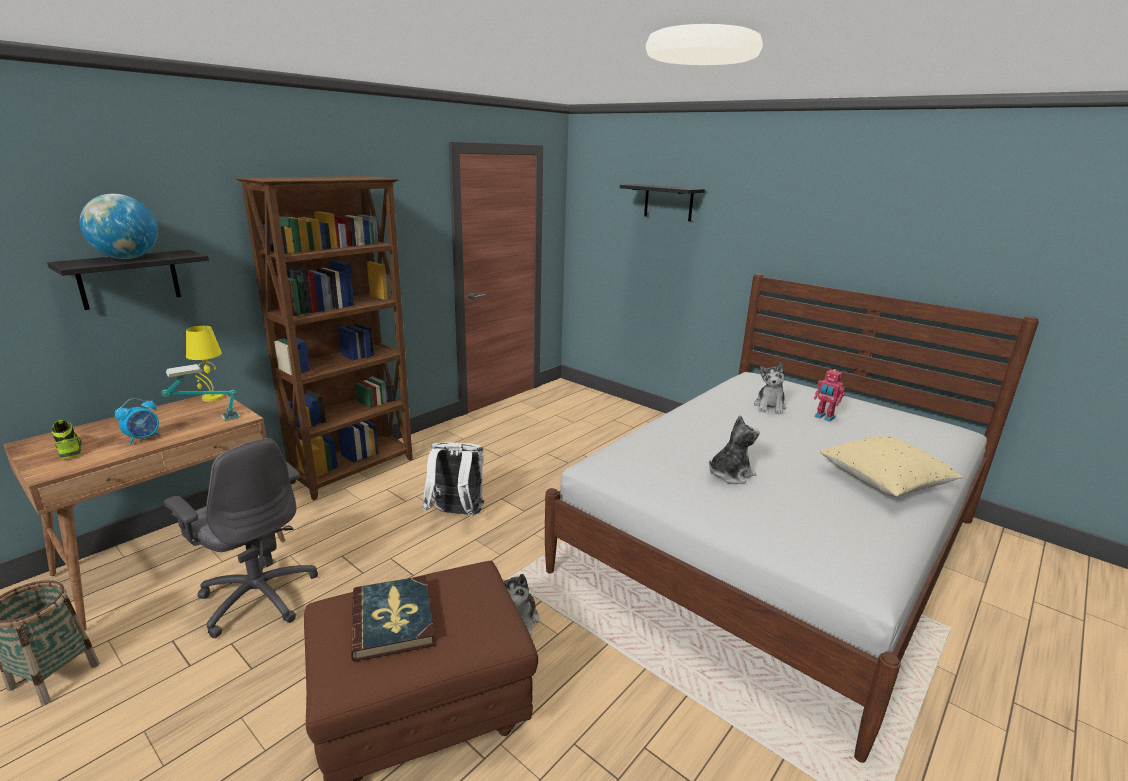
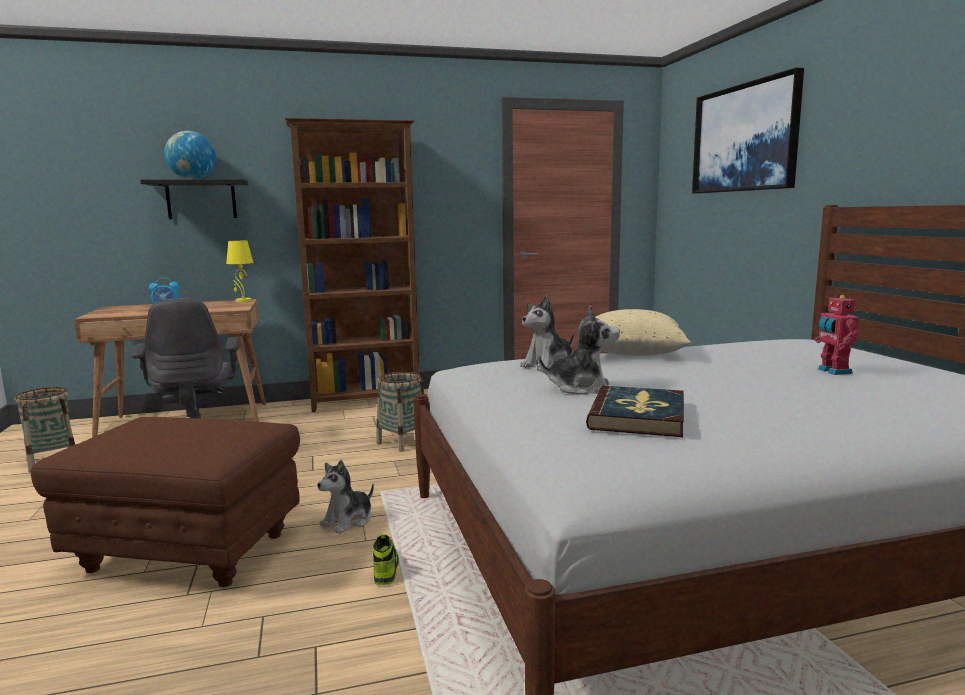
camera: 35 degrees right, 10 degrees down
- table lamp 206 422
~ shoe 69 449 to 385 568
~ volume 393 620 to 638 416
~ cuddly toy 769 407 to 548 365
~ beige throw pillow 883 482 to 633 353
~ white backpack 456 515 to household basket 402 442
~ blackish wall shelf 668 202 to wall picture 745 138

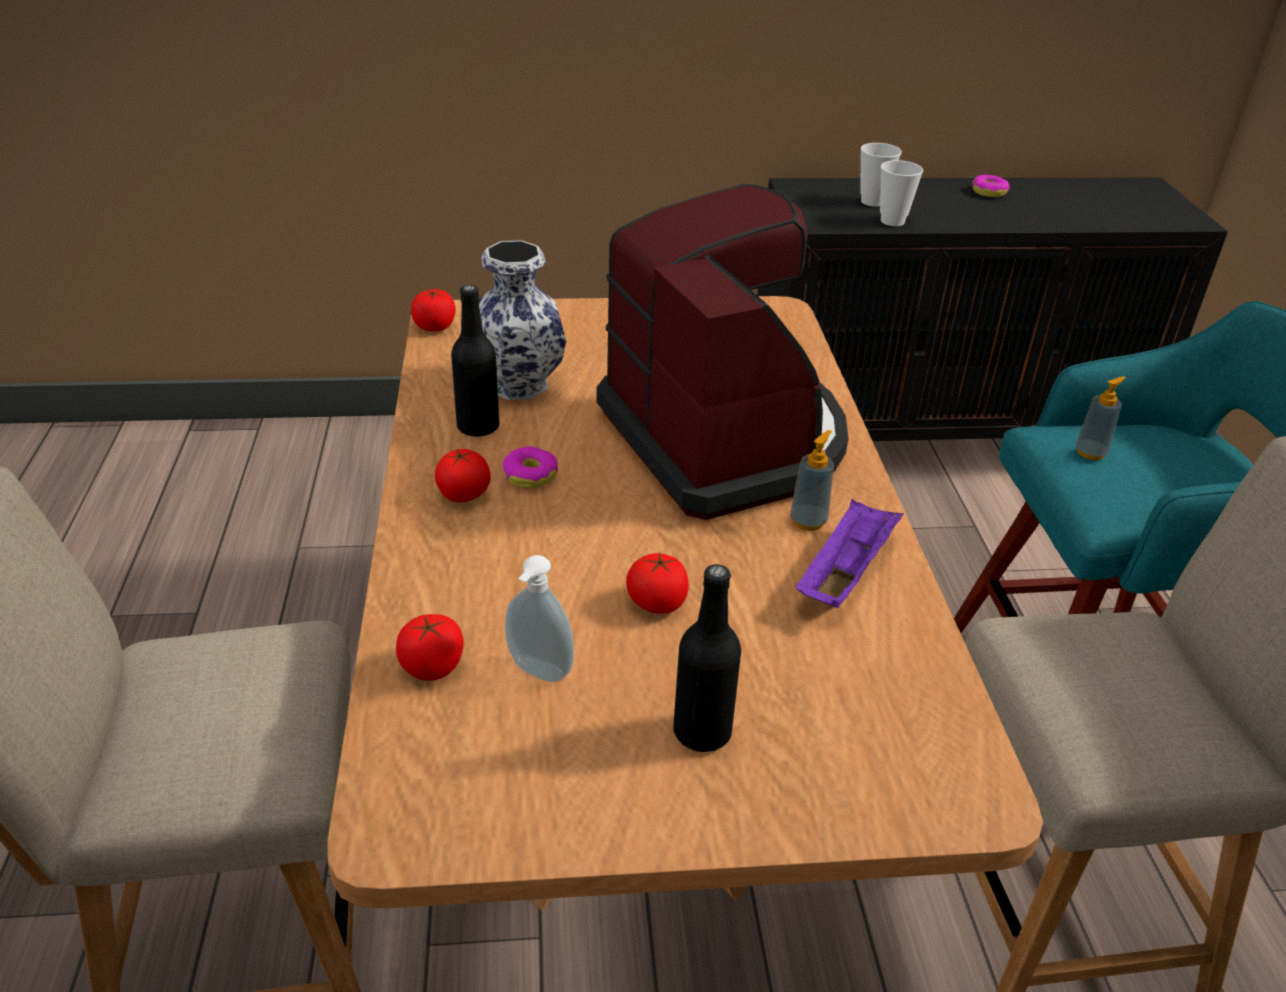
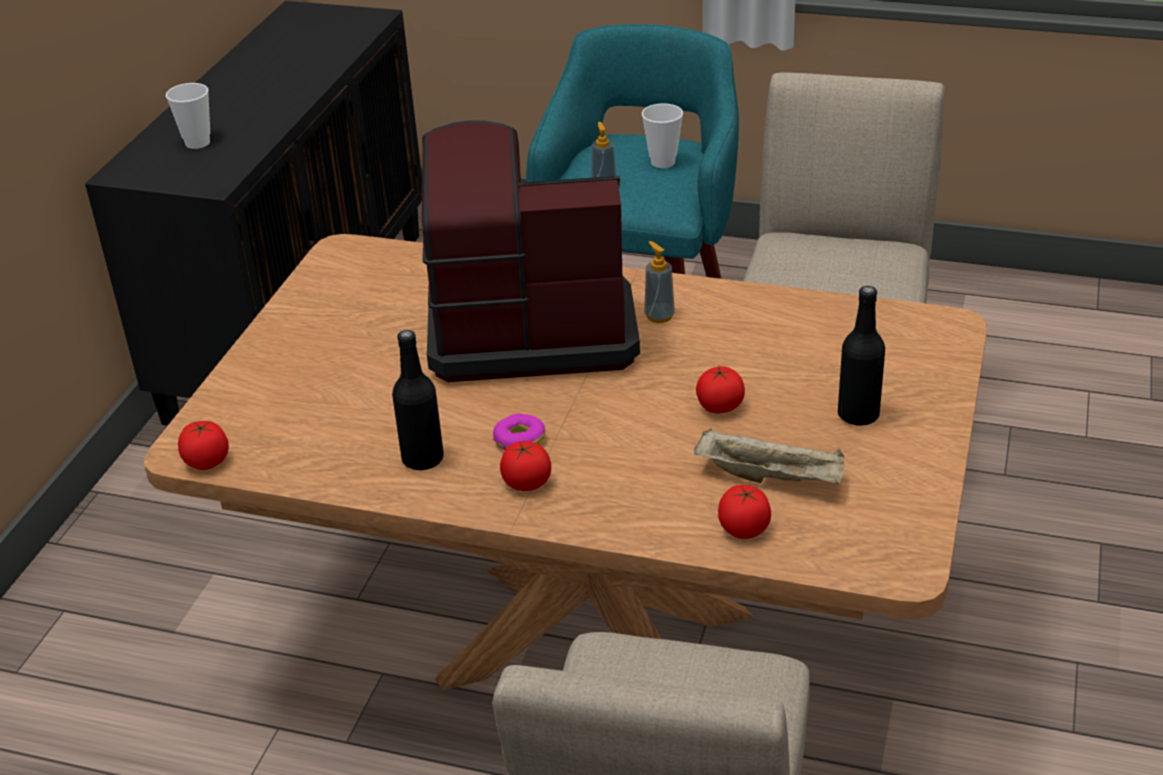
camera: 65 degrees left, 0 degrees up
- decorative vase 518 385
- purple serving tray 845 573
- doughnut 989 192
~ drinking cup 892 221 to 663 162
~ soap dispenser 537 673 to beige serving tray 772 477

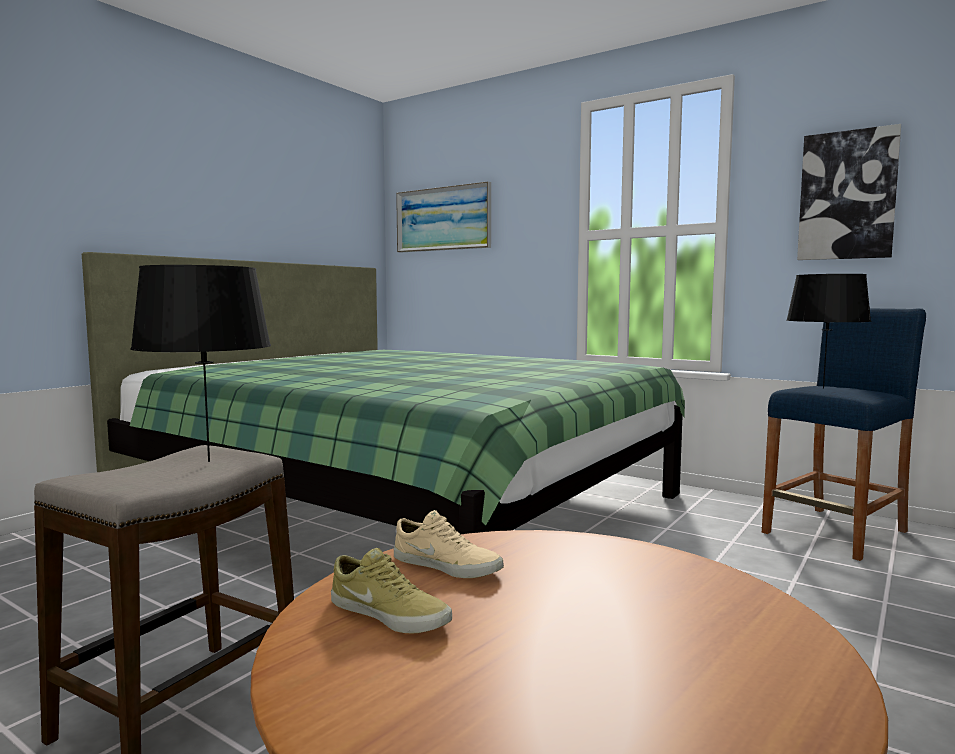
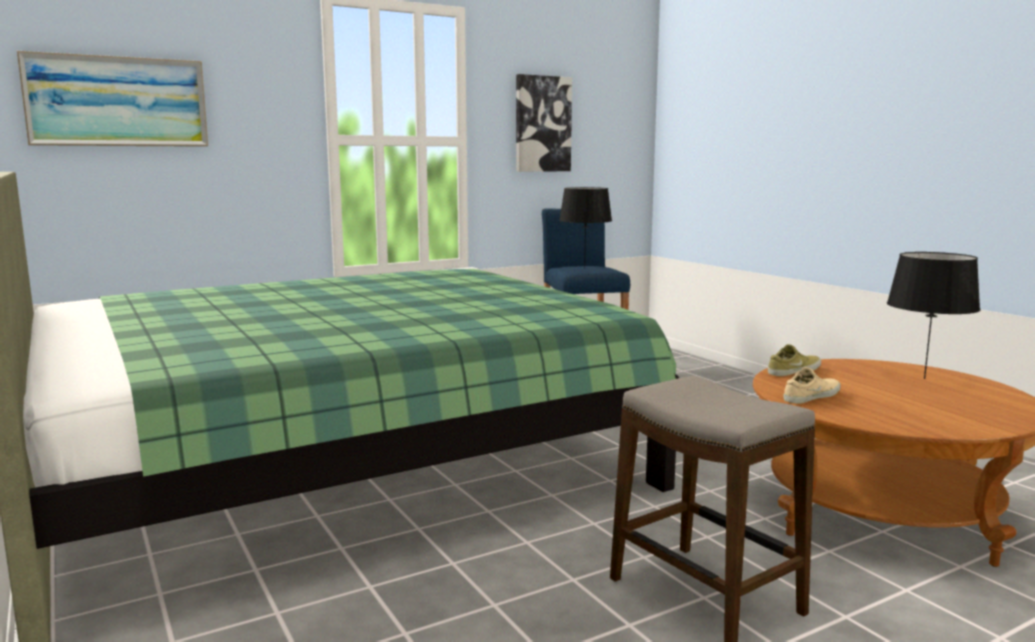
camera: 65 degrees left, 5 degrees up
~ blackish table lamp 209 461 to 924 378
~ beige shoe 391 613 to 793 370

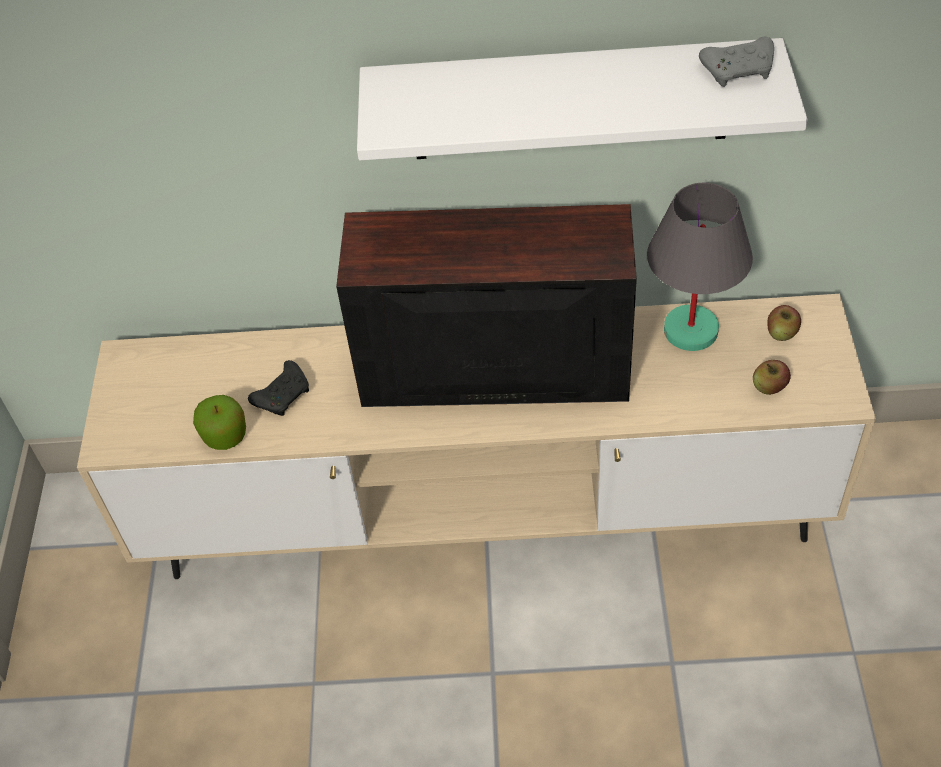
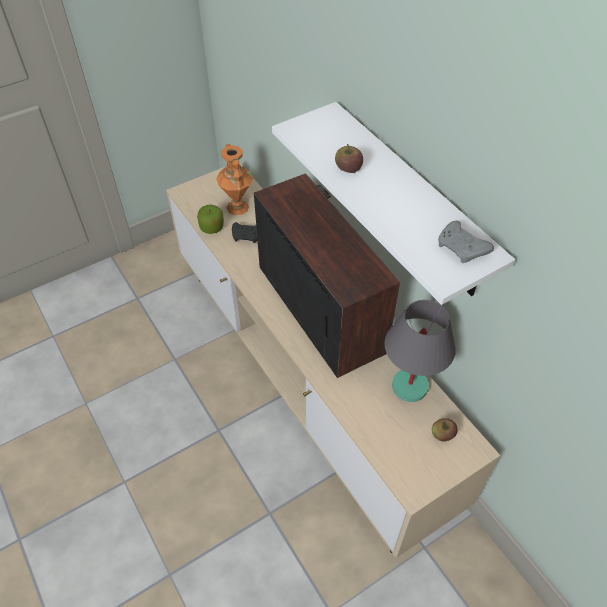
camera: 55 degrees right, 0 degrees up
+ orange-coloured decorative vase 237 207
~ apple 769 387 to 348 169

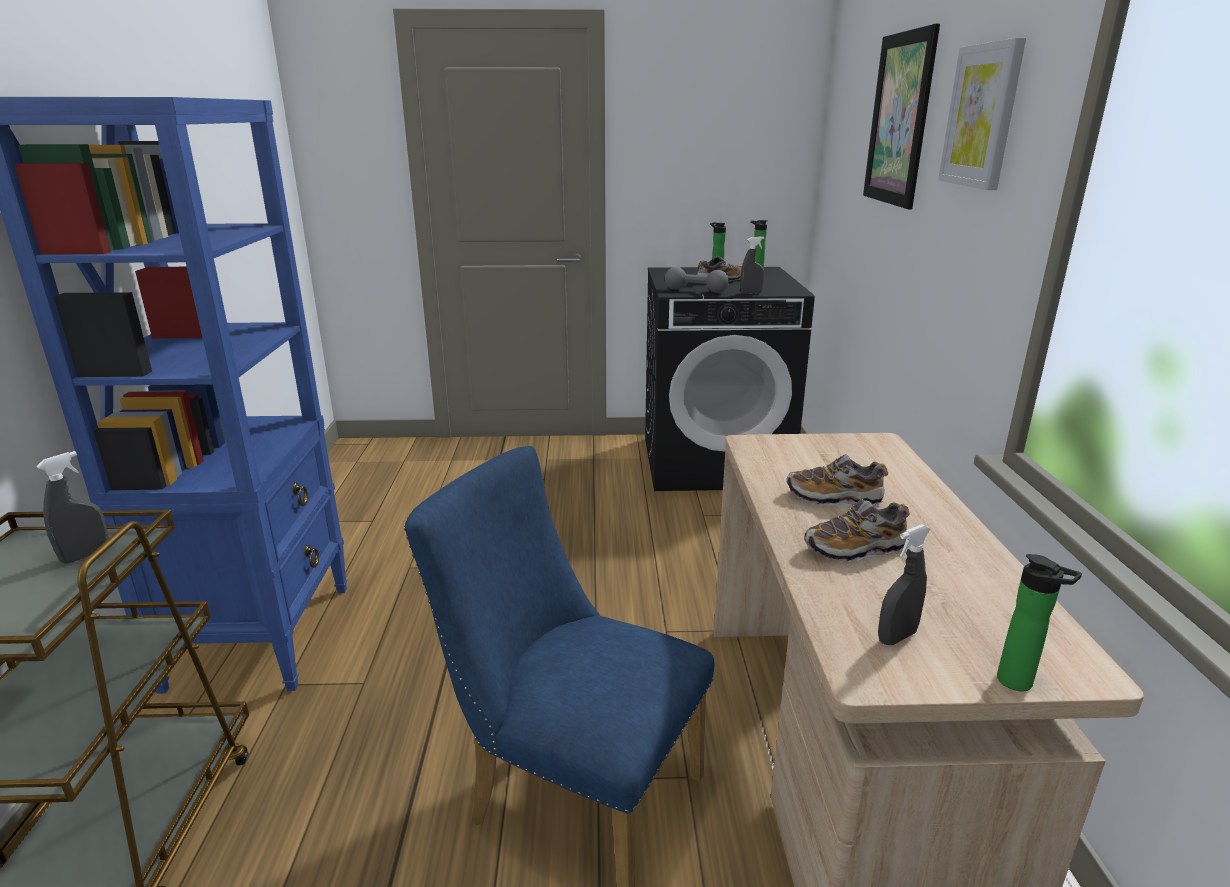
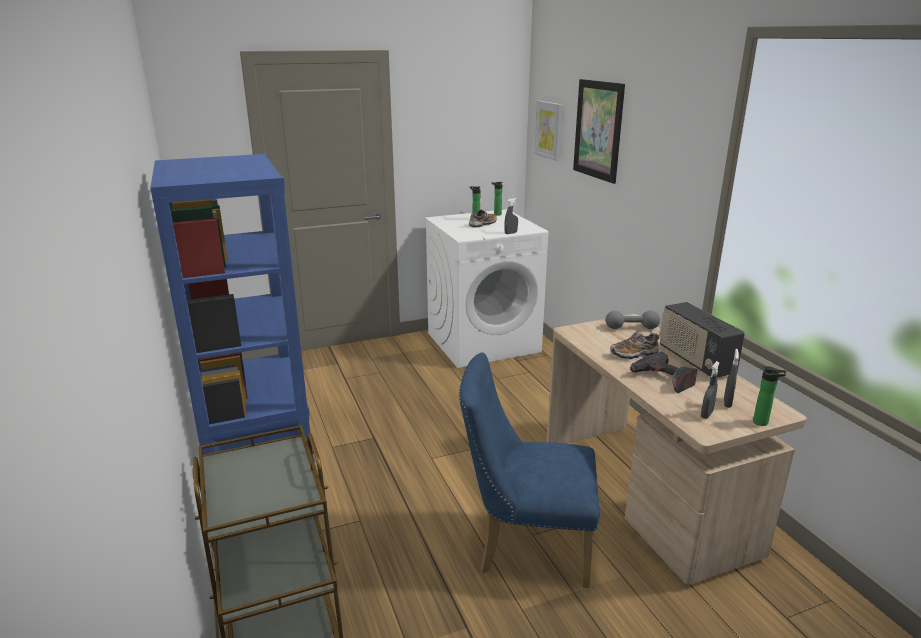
camera: 20 degrees left, 0 degrees up
+ radio receiver 694 360
~ gray sprayer 86 555 to 727 403
~ gray free weight 696 291 to 631 328
~ wall picture 982 116 to 549 130
~ shoe 855 549 to drill 662 379
~ blackish laundry machine 715 462 to white laundry machine 483 342

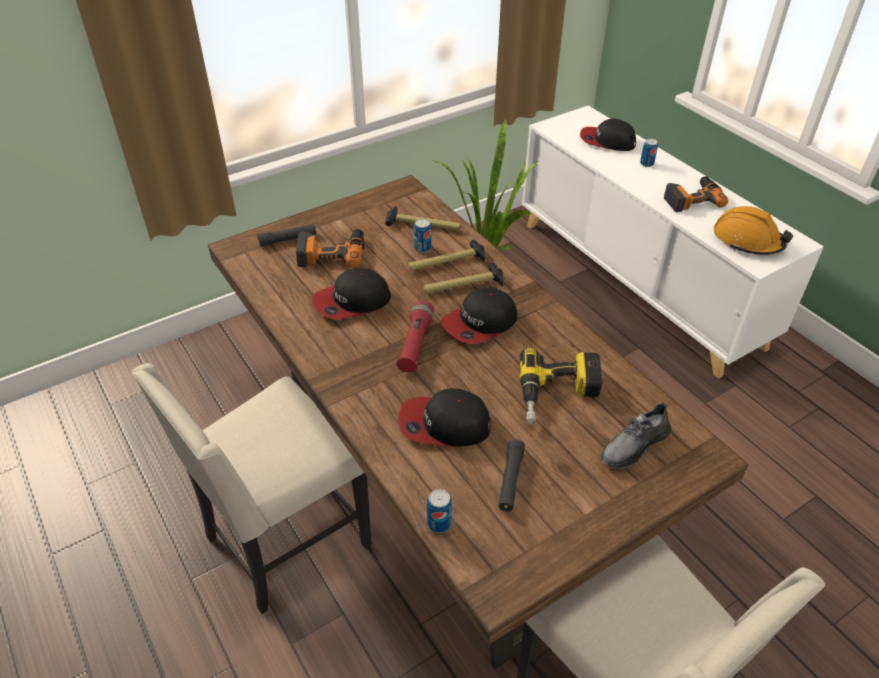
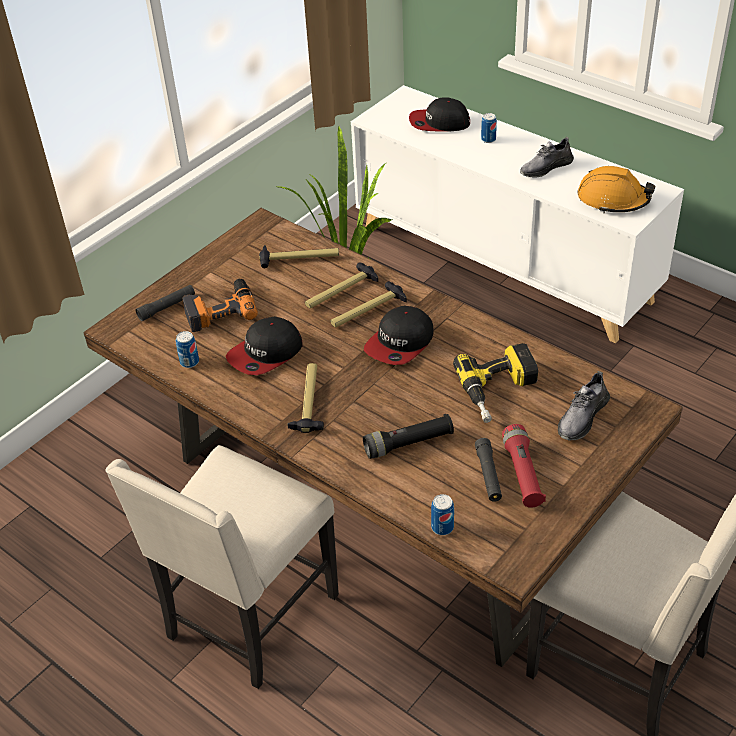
camera: 15 degrees left, 0 degrees up
+ hand hammer 309 401
~ reddish flashlight 415 344 to 522 473
~ sealed can 422 248 to 189 362
~ cap 444 424 to blackish flashlight 408 444
~ drill 691 198 to gray shoe 545 167

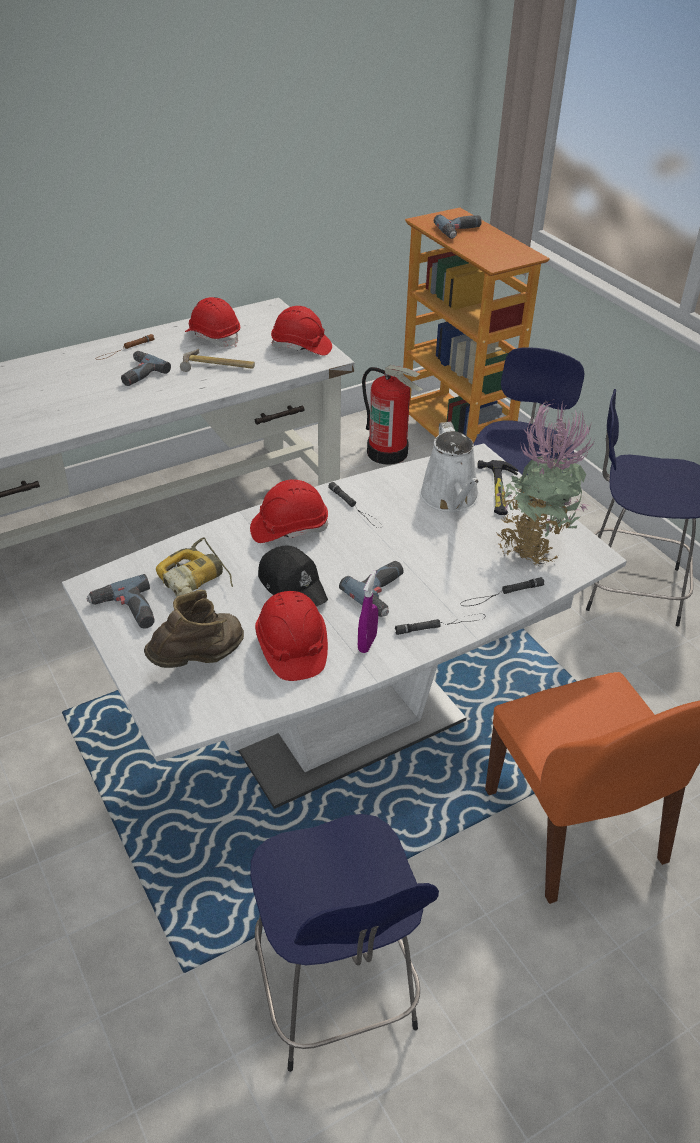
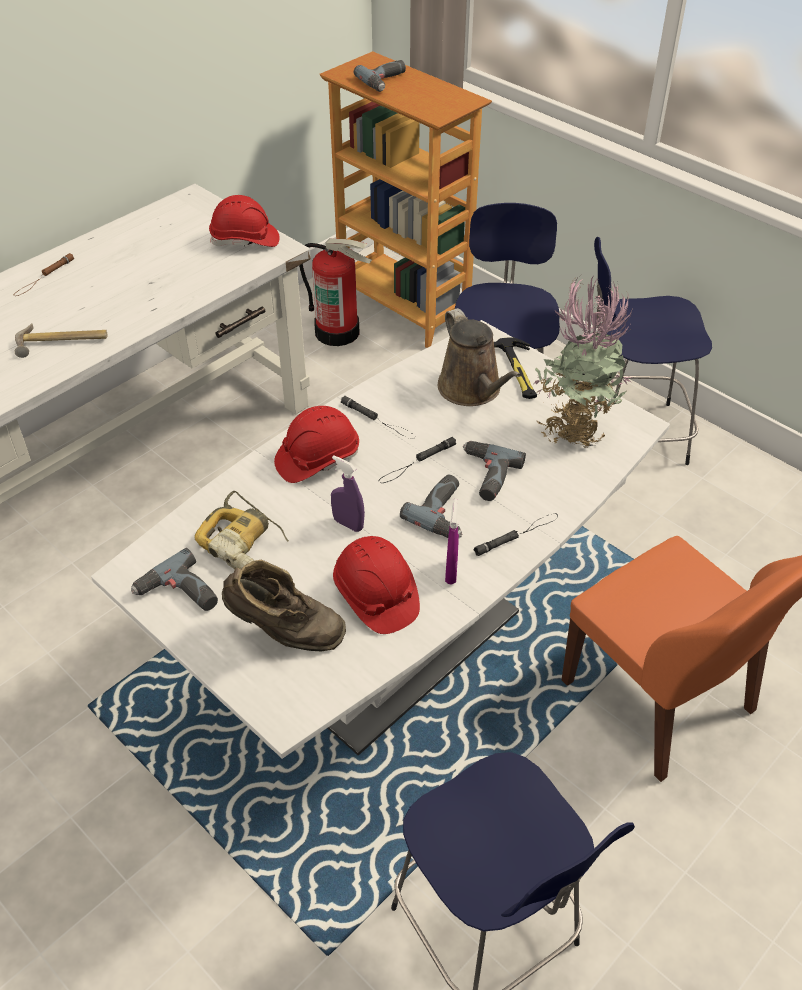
camera: 15 degrees left, 5 degrees up
- reddish hard hat 213 336
~ drill 138 373 to 485 475
~ hand hammer 217 367 to 61 343
~ blackish flashlight 501 594 to 417 463
~ blackish cap 293 585 to purple sprayer 348 524
~ white sprinkling can 451 498 to brown sprinkling can 472 390
~ brown tall boot 200 660 = 284 632 75 degrees clockwise

